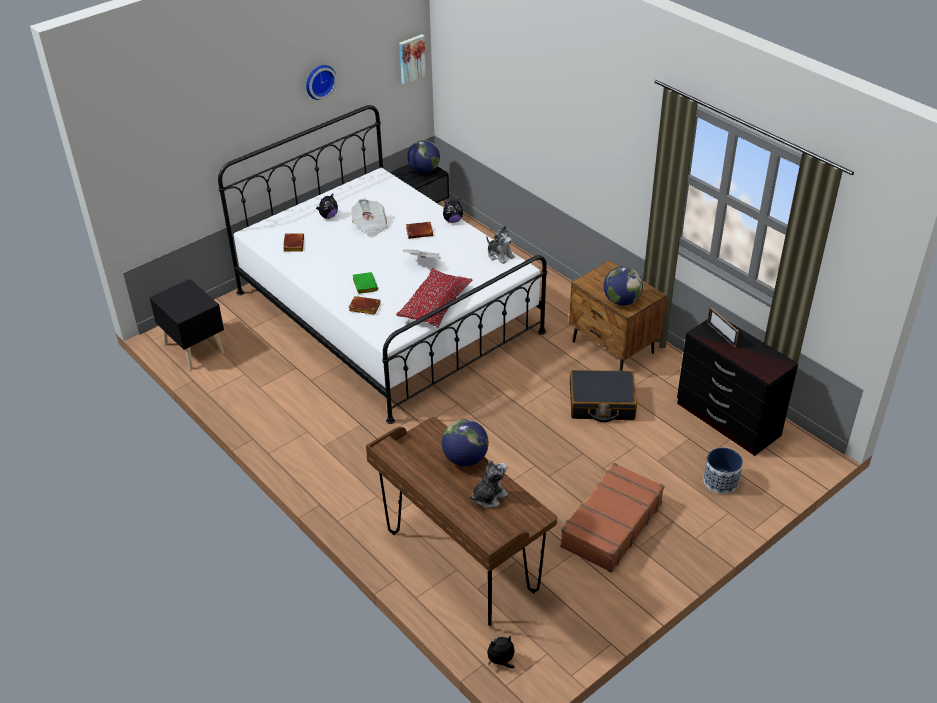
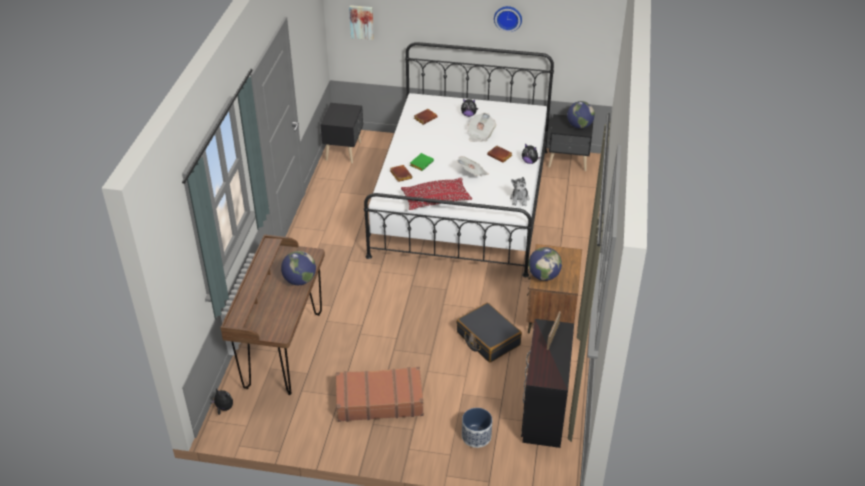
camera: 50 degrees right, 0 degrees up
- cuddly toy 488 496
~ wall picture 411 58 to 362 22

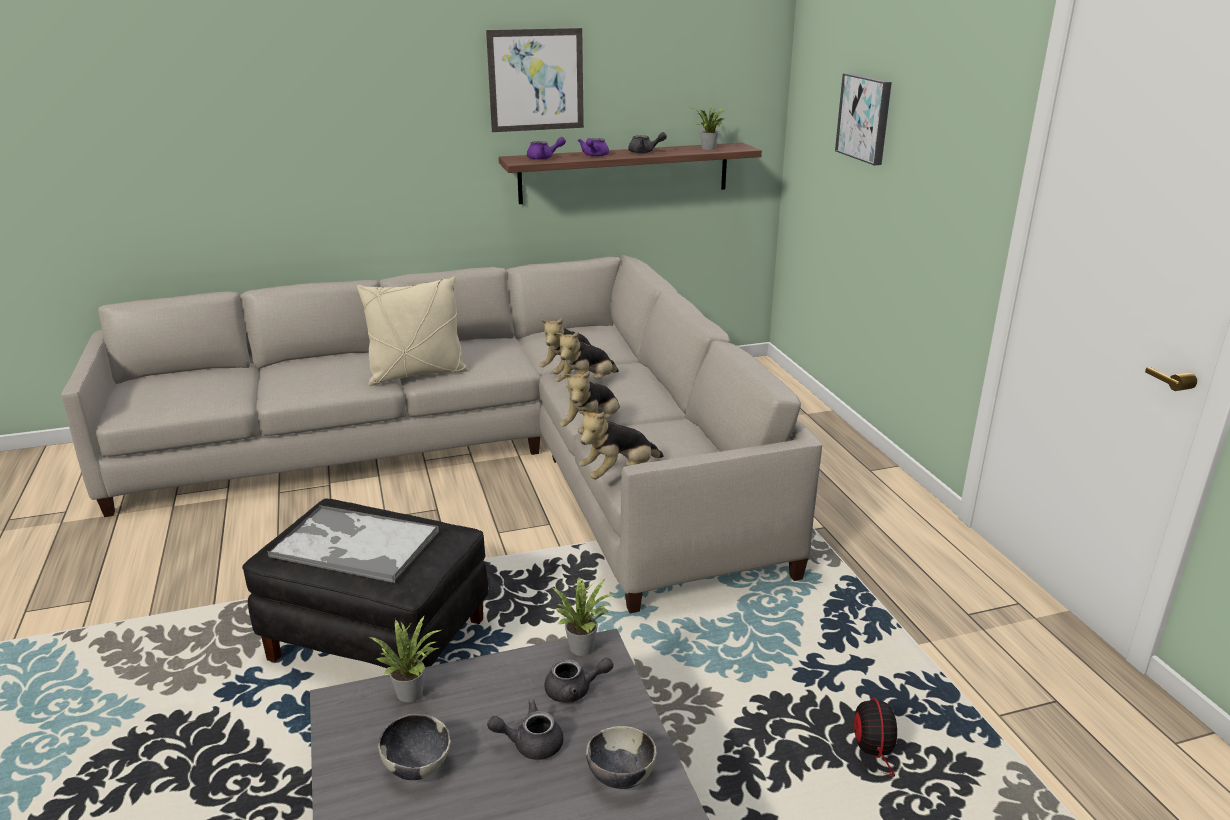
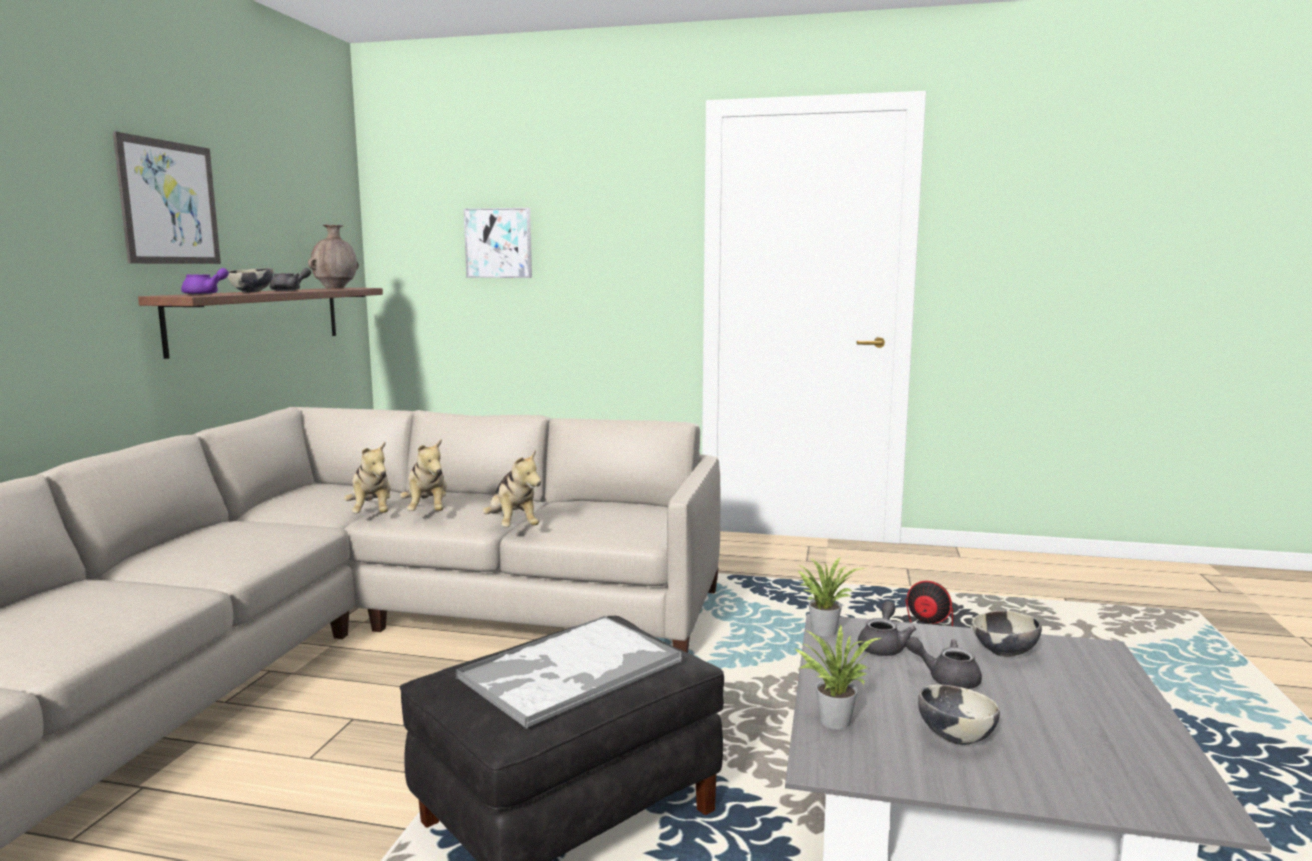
camera: 60 degrees left, 15 degrees down
- beige throw pillow 417 374
- cuddly toy 619 473
~ purple tea pot 594 156 to deep dish 252 292
~ plant in a pot 708 148 to brown decorative vase 336 288
~ gray tea pot 530 743 = 946 678 90 degrees clockwise

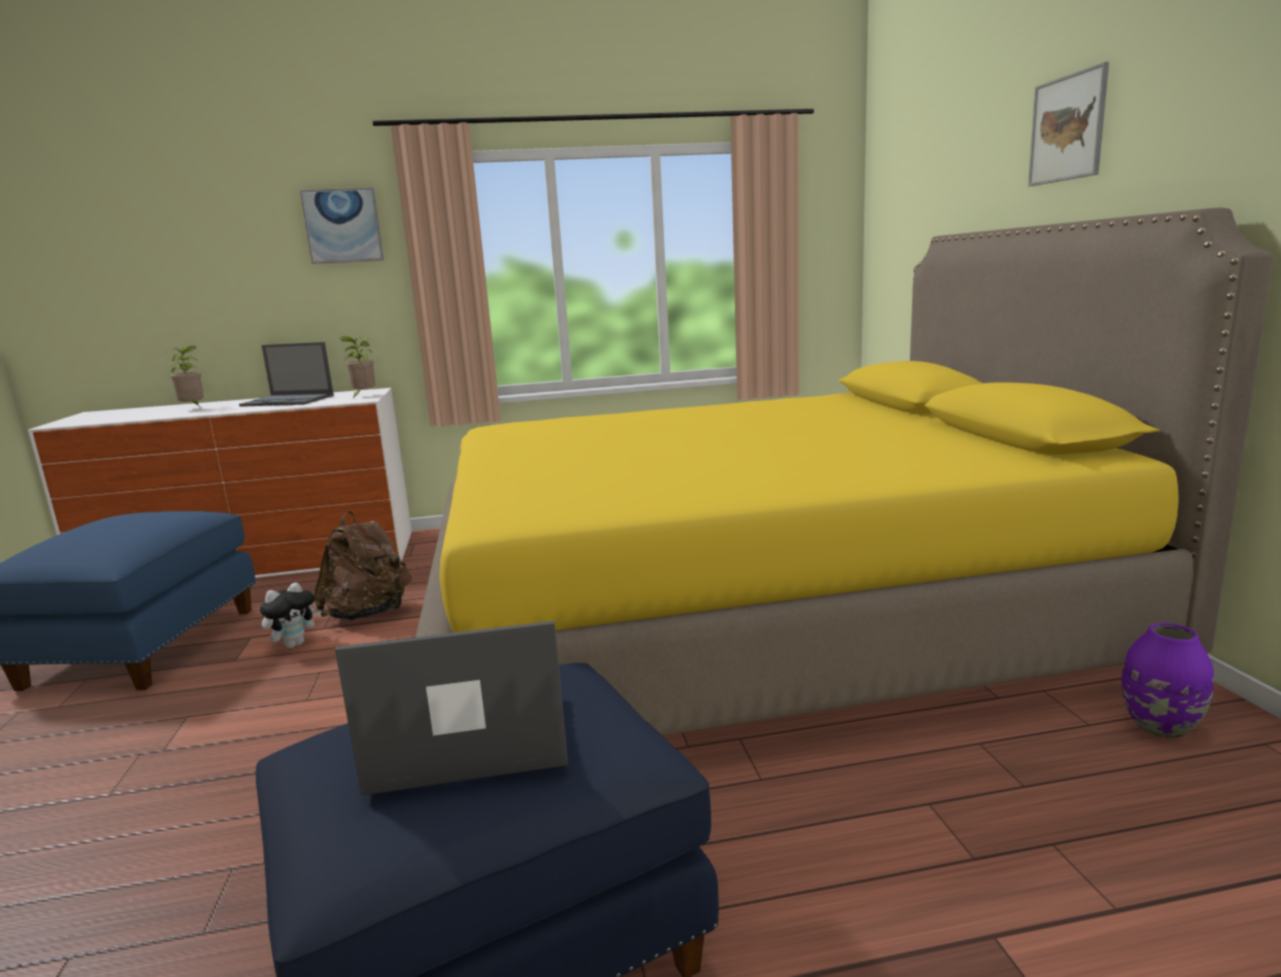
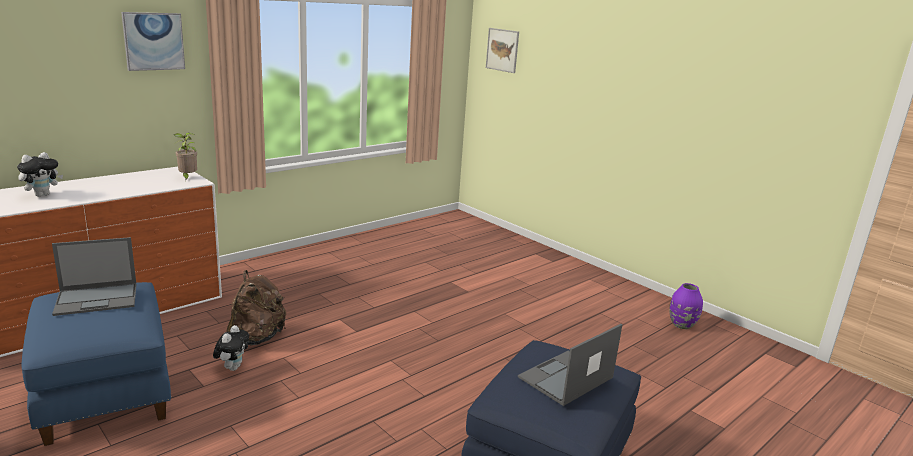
camera: 35 degrees left, 5 degrees up
- yellow-coloured bed 758 622
~ notebook computer 289 401 to 98 299
~ wall picture 1067 128 to 502 50
~ plant in a pot 194 408 to cuddly toy 42 195

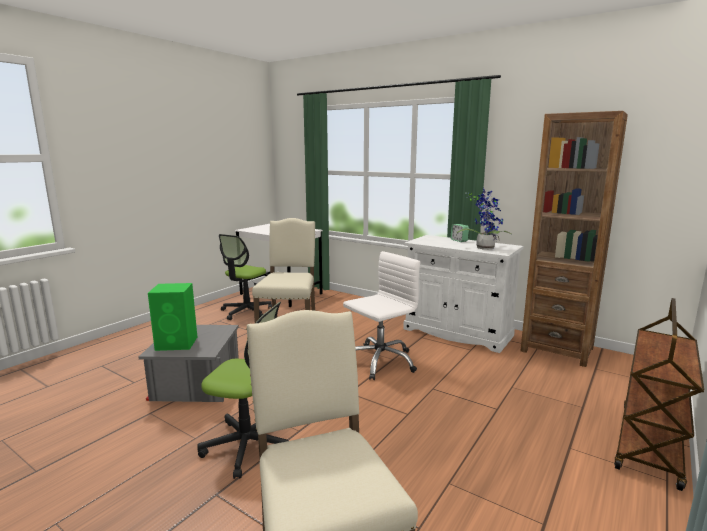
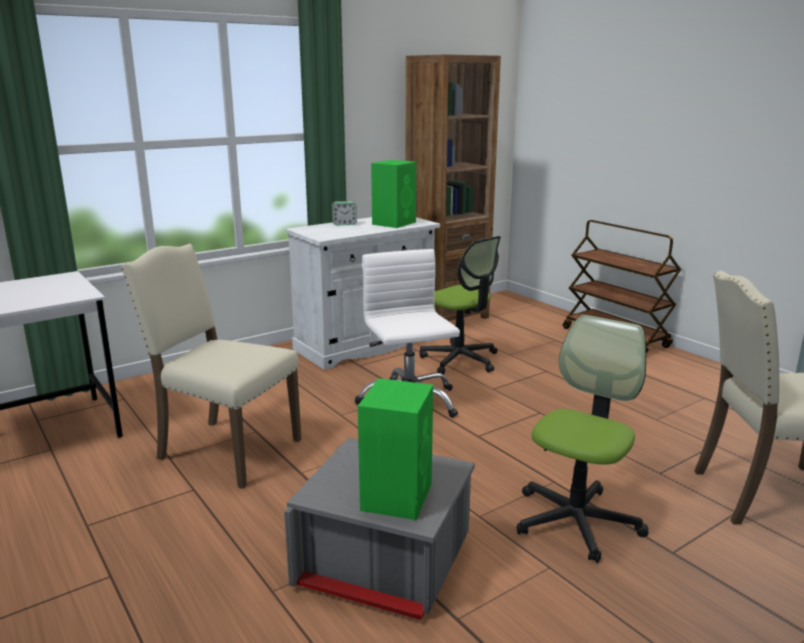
camera: 70 degrees left, 5 degrees up
~ office chair 246 312 to 460 360
~ plant in a pot 484 247 to green speaker 394 223

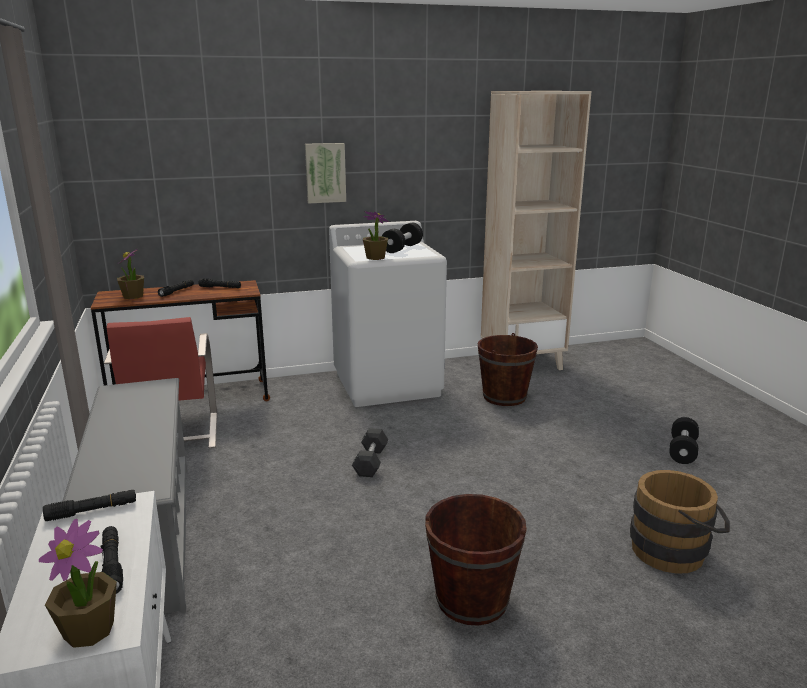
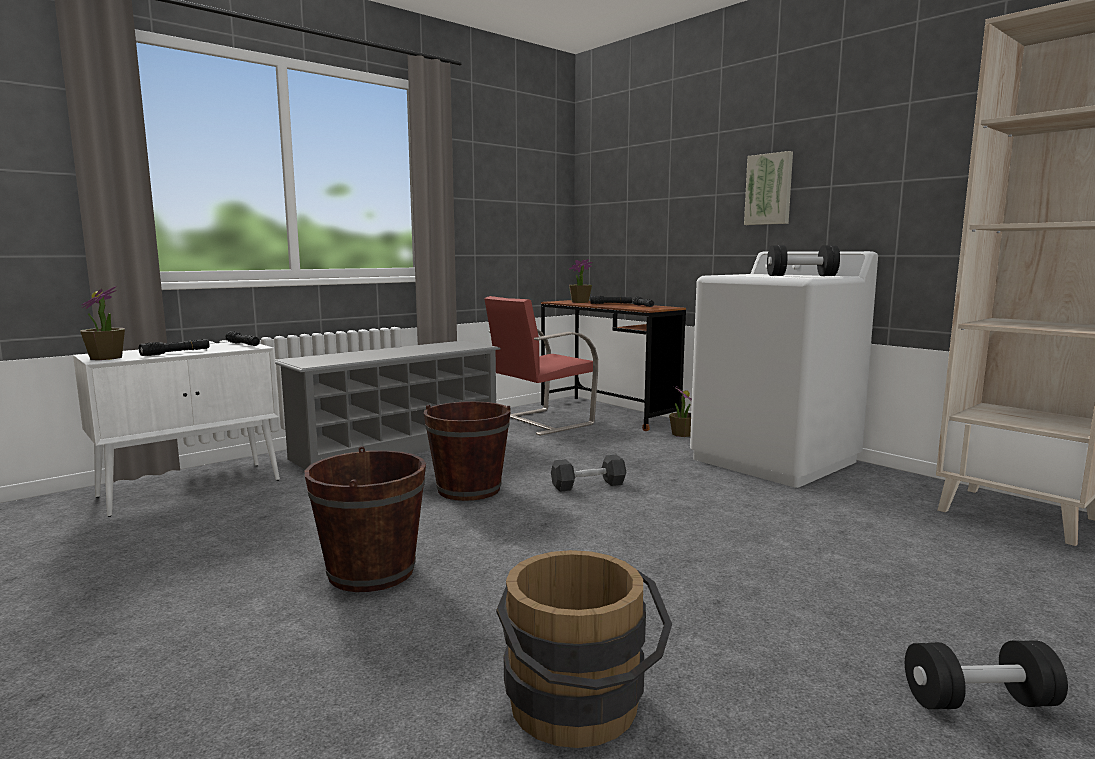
camera: 65 degrees right, 10 degrees down
~ plant in a pot 375 257 to 682 434
~ brown pail 504 397 to 469 489

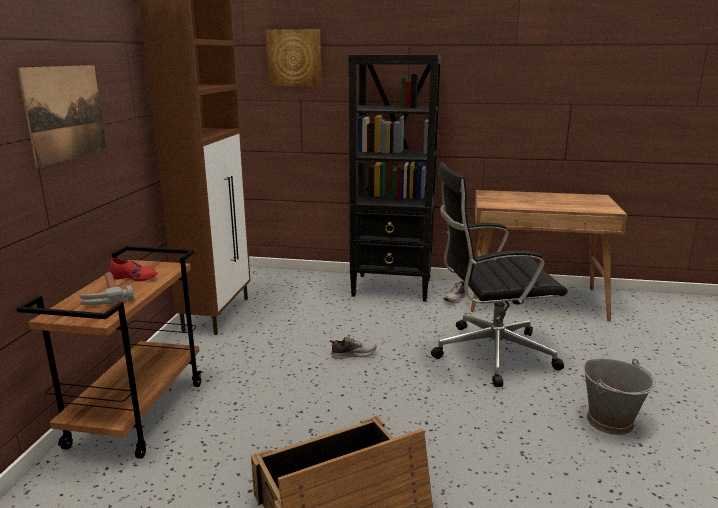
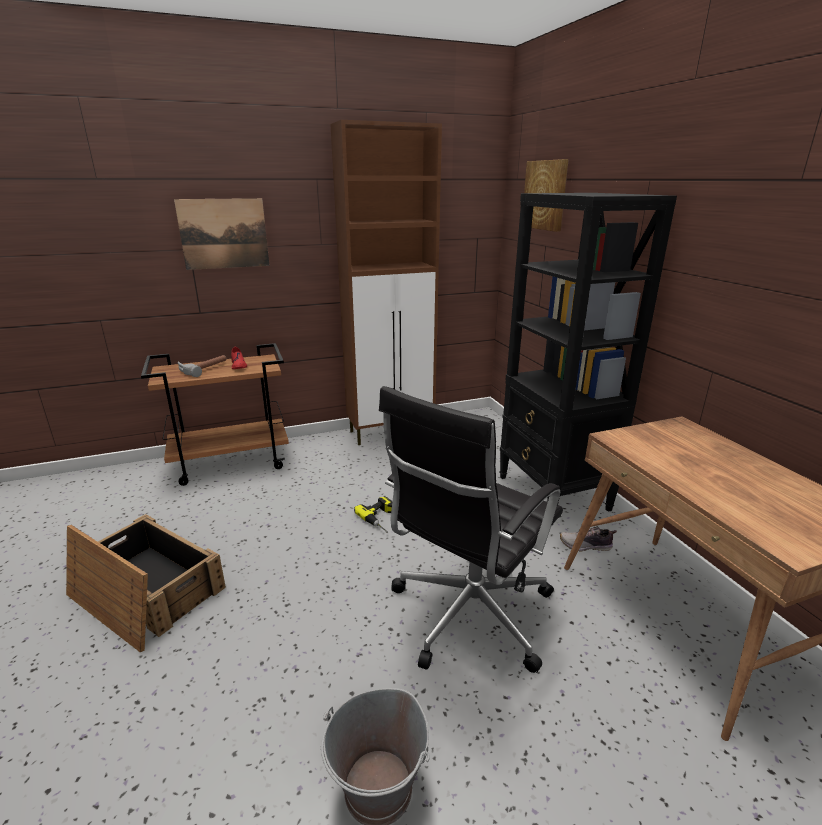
camera: 60 degrees right, 5 degrees up
~ shoe 353 354 to drill 382 518
~ blackish office chair 490 353 = 468 614 105 degrees counterclockwise

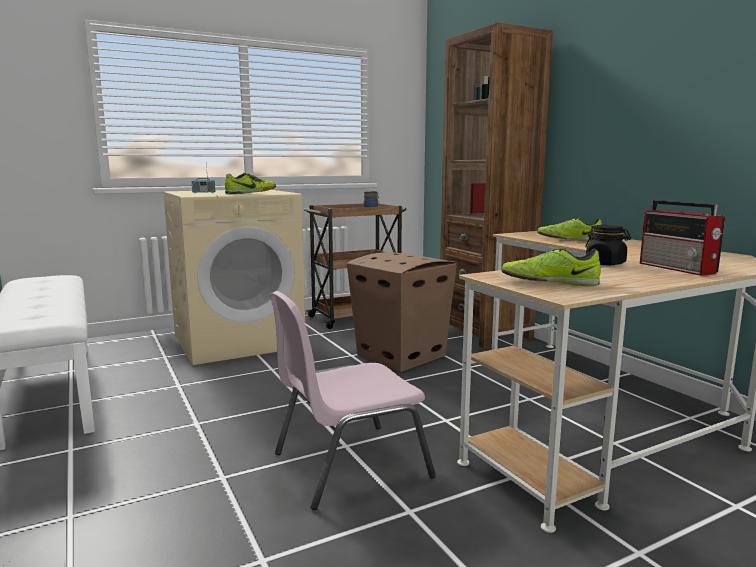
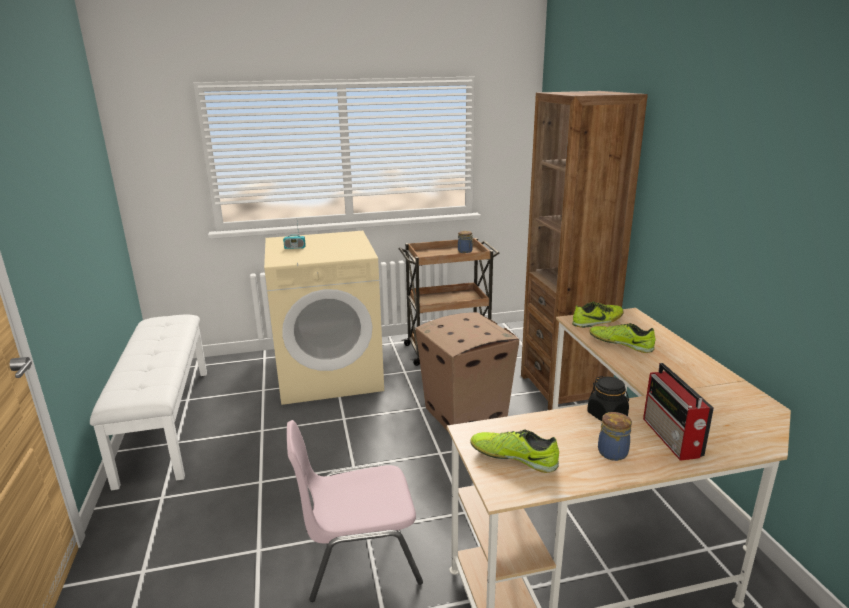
camera: 15 degrees right, 10 degrees up
+ jar 613 452
~ shoe 251 193 to 598 321

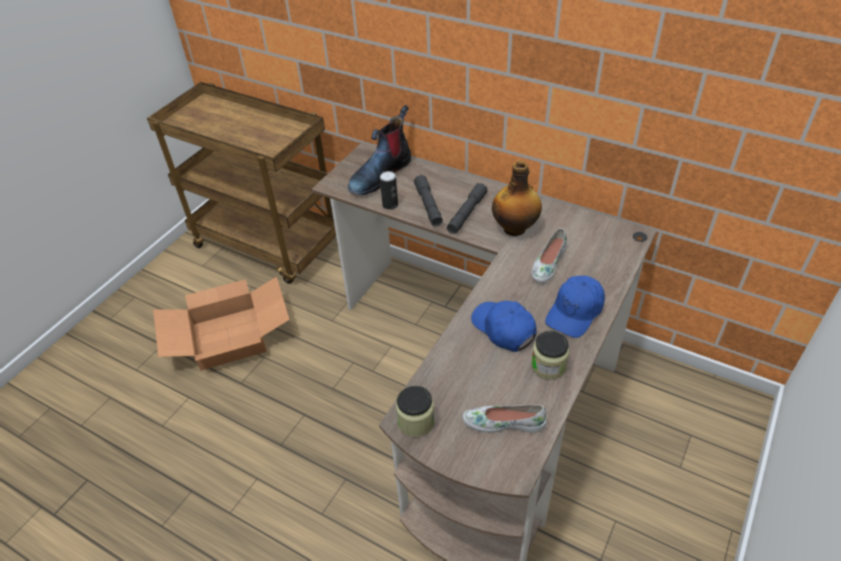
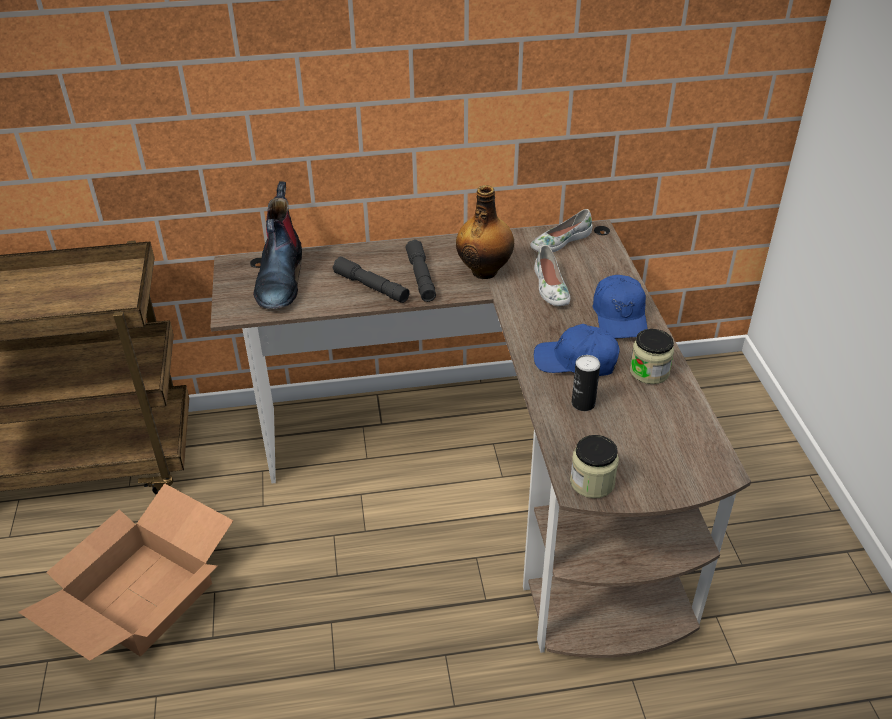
camera: 40 degrees left, 5 degrees down
~ sealed can 390 205 to 583 403
~ white shoe 504 422 to 560 241

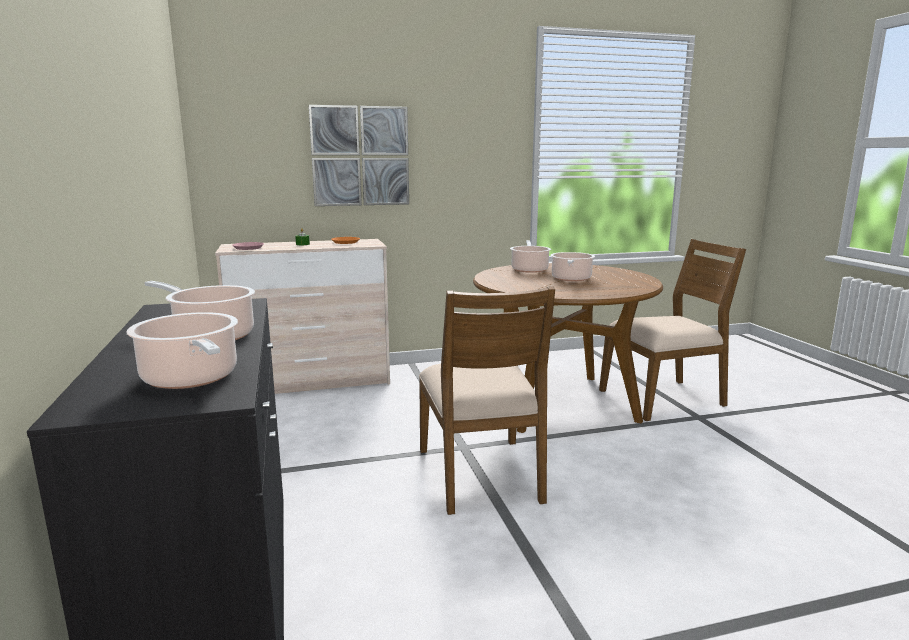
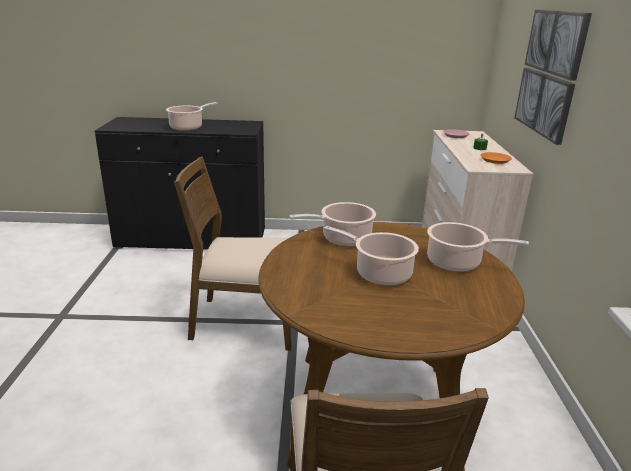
camera: 105 degrees right, 10 degrees up
~ cooking pot 191 379 to 343 239

